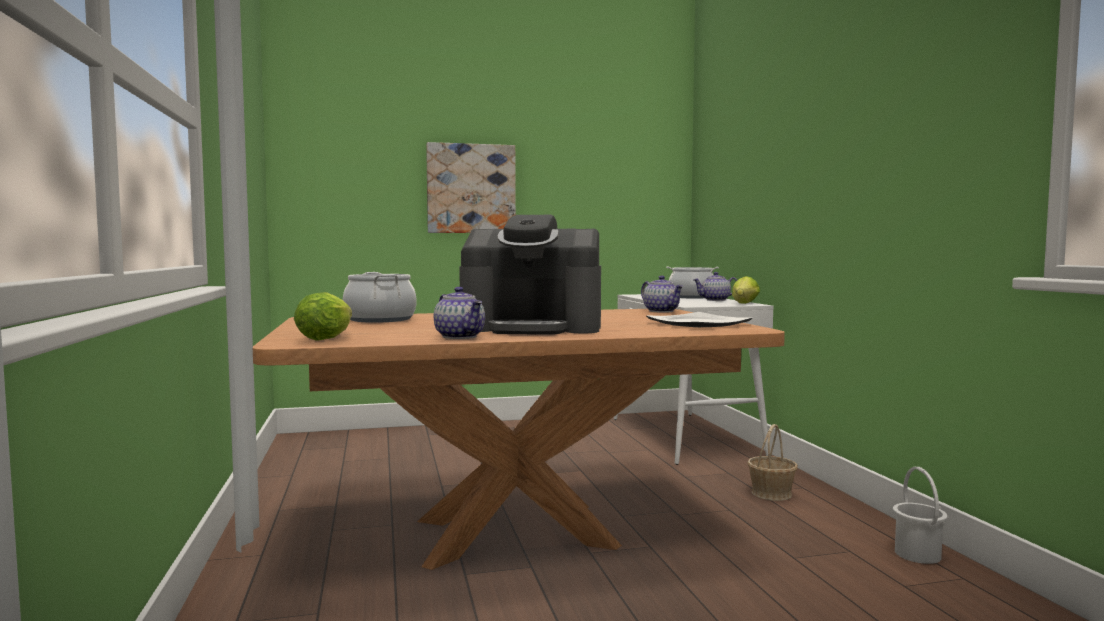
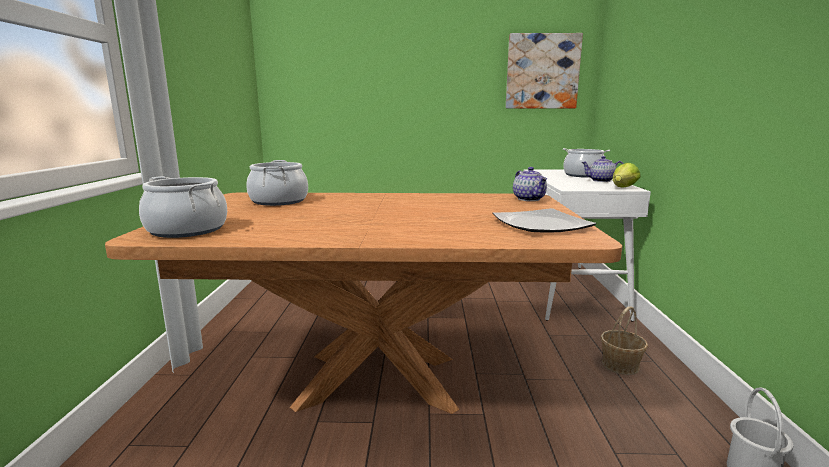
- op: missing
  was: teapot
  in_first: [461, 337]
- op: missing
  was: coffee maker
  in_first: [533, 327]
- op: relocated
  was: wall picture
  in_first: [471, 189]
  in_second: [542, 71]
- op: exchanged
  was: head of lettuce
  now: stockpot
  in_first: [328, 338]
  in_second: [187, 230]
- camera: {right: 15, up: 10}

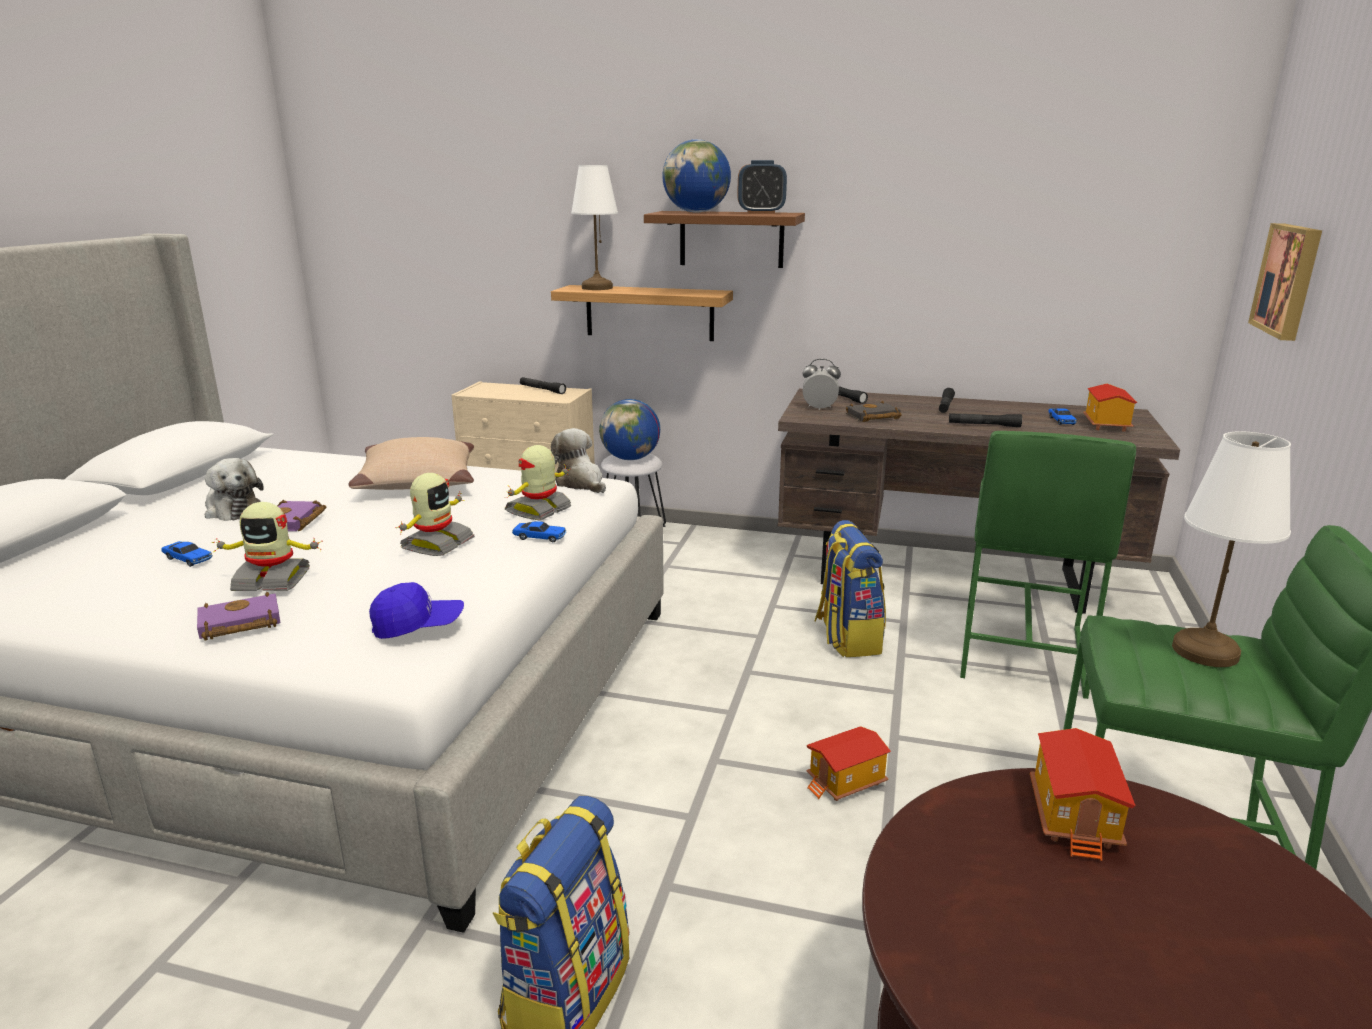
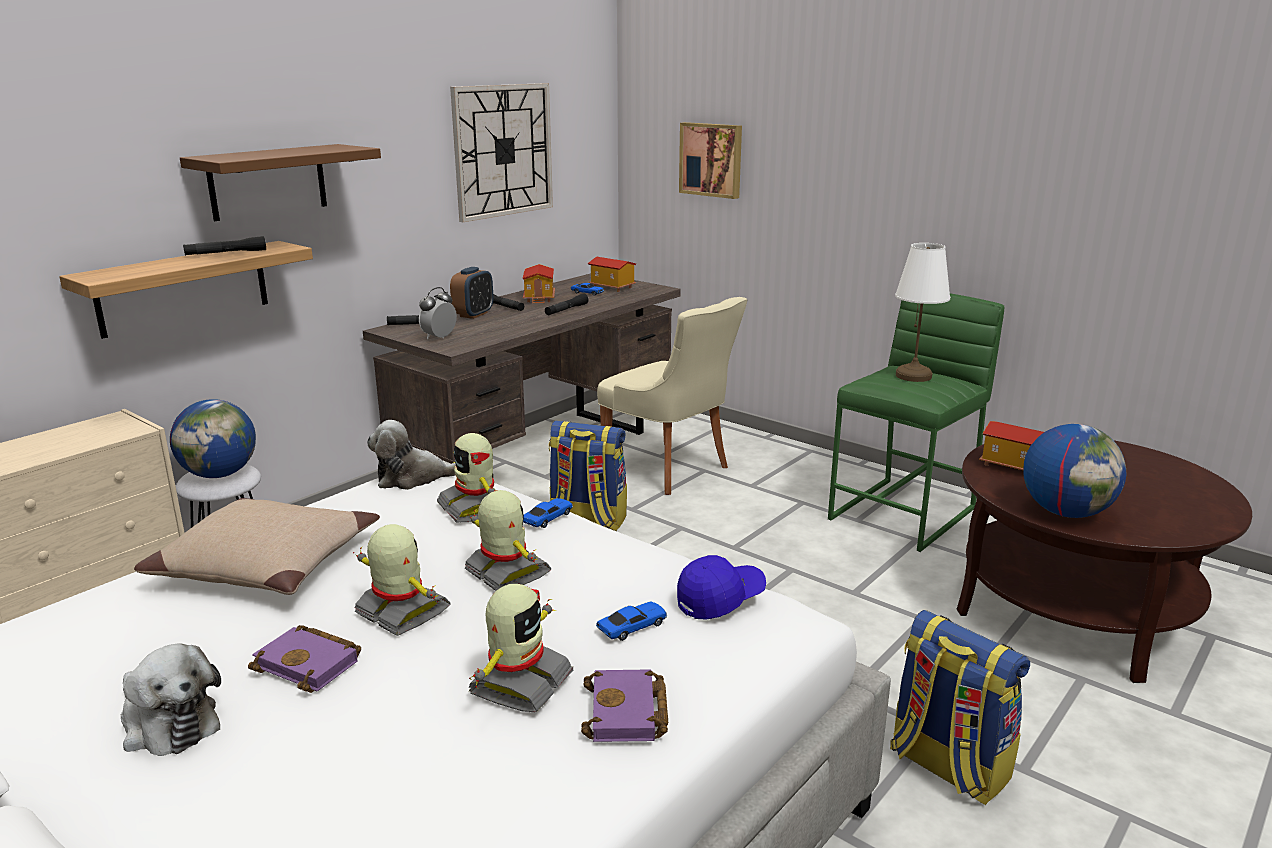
- op: missing
  was: white-coloured lamp for a table
  in_first: [596, 288]
- op: missing
  was: black-coloured volume
  in_first: [872, 417]
- op: appeared
  now: robot figure
  in_second: [401, 613]
- op: appeared
  now: hanging clock
  in_second: [503, 150]
- op: relocated
  was: model car
  in_first: [188, 559]
  in_second: [632, 627]
- op: relocated
  was: black-coloured torch
  in_first: [542, 390]
  in_second: [226, 253]
- op: relocated
  was: world globe
  in_first: [696, 212]
  in_second: [1066, 512]
- op: relocated
  was: bedside clock
  in_first: [761, 213]
  in_second: [473, 314]
- op: relocated
  was: miniature house
  in_first: [846, 783]
  in_second: [540, 298]
- op: exchanged
  was: green stool seat
  now: sand-coloured plain chair
  in_first: [1020, 652]
  in_second: [670, 470]
- op: spun
  was: cuddly toy
  in_first: [232, 510]
  in_second: [168, 723]
  clockwise: 60
- op: spun
  was: blue-coloured peaked cap
  in_first: [418, 626]
  in_second: [720, 600]
  clockwise: 45
- camera: {right: -65, up: 0}

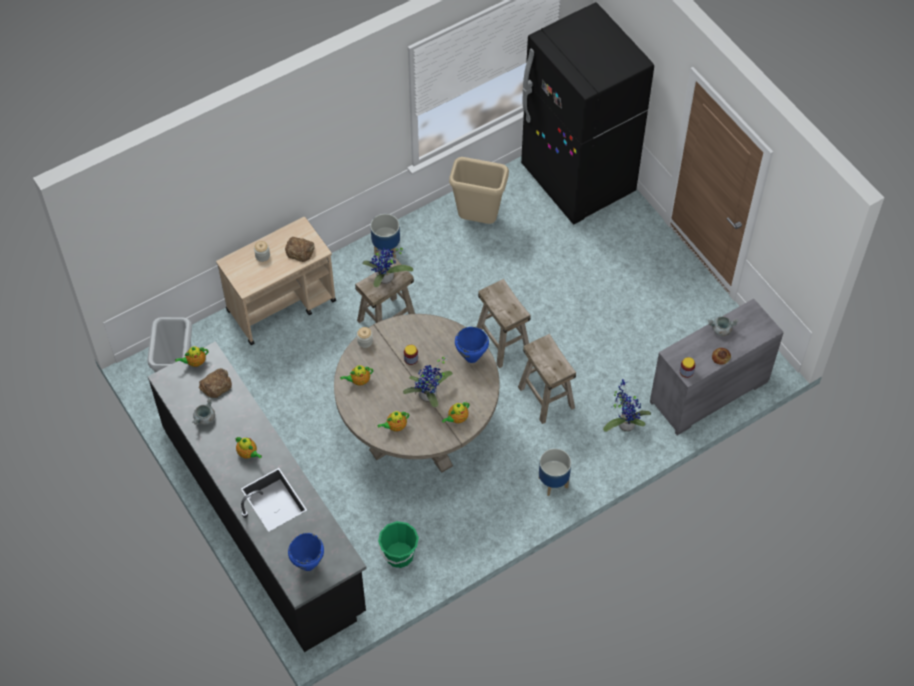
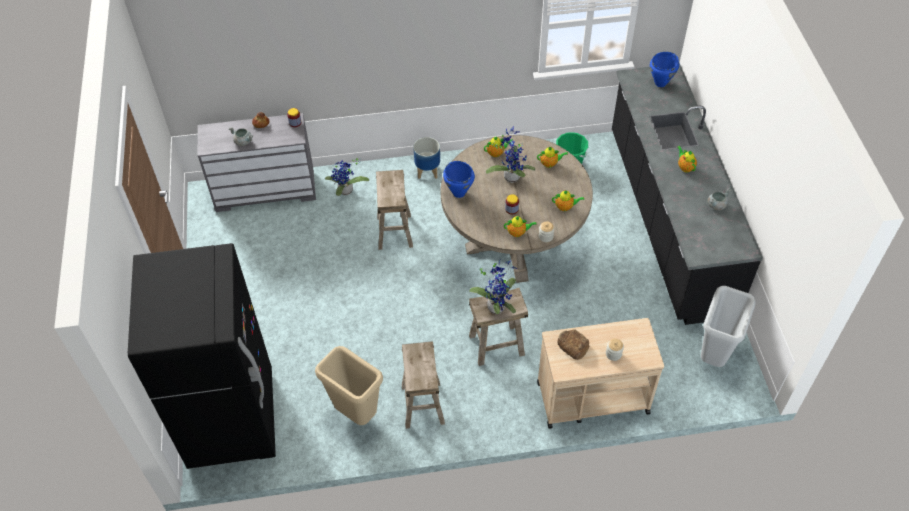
- op: missing
  was: bakery bread
  in_first: [216, 385]
- op: missing
  was: flower pot
  in_first: [386, 248]
- op: relocated
  was: teapot
  in_first: [195, 362]
  in_second: [518, 232]
- op: relocated
  was: sand-coloured stool seat
  in_first: [503, 342]
  in_second: [422, 404]
- camera: {right: -155, up: -5}

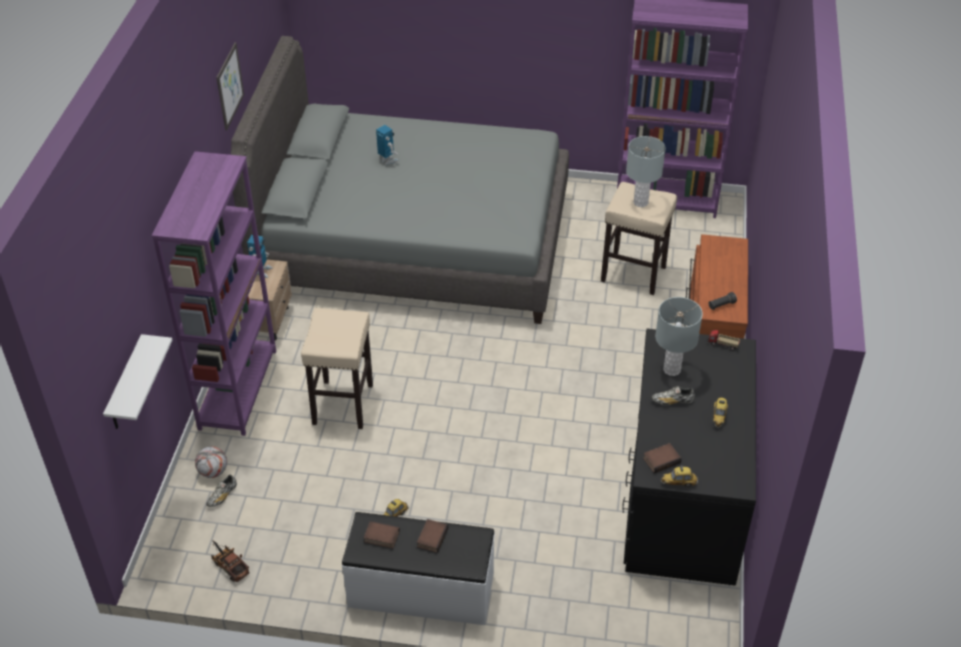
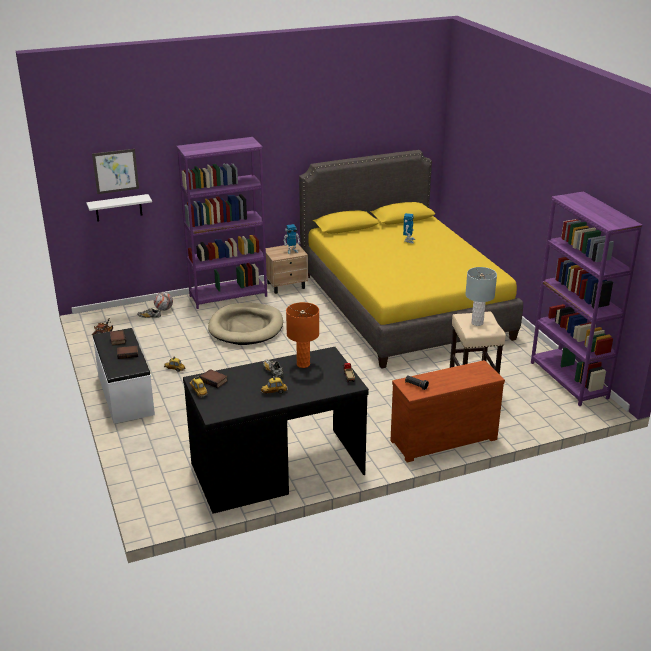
- op: relocated
  was: wall picture
  in_first: [230, 86]
  in_second: [115, 171]
- op: exchanged
  was: sand-coloured stool seat
  now: sand-coloured dog cushion
  in_first: [343, 403]
  in_second: [246, 327]
- op: colour
  was: greyish bedroom bed
  now: yellowish bedroom bed
  in_first: [414, 243]
  in_second: [402, 306]
- op: colour
  was: greyish lamp for a table
  now: orangey lamp for a table
  in_first: [672, 369]
  in_second: [303, 364]
- camera: {right: 60, up: -15}

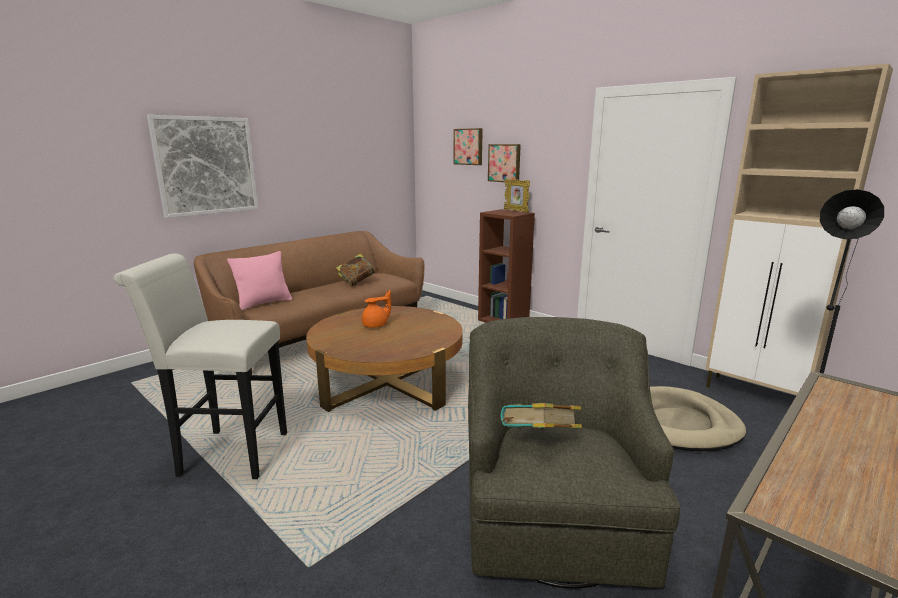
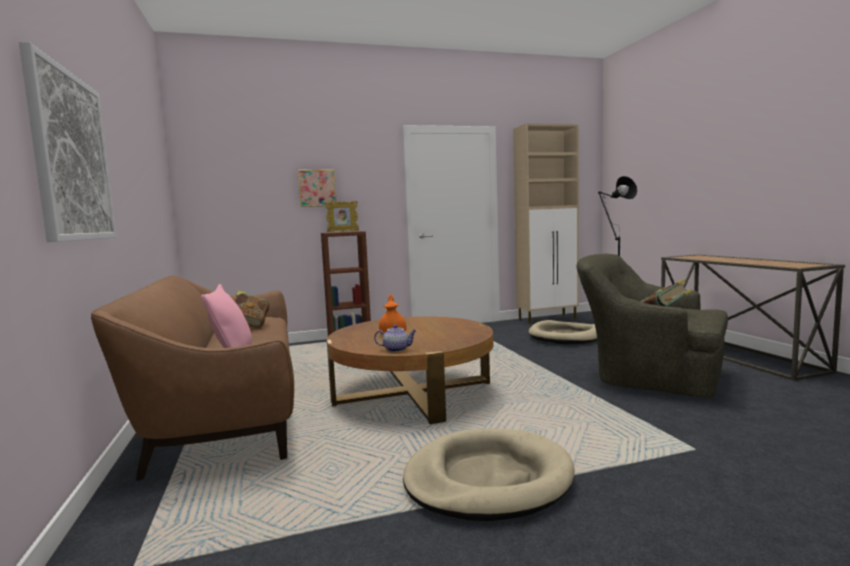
- op: missing
  was: wall picture
  in_first: [469, 146]
- op: appeared
  now: teapot
  in_second: [396, 349]
- op: exchanged
  was: white-coloured stool seat
  now: sand-coloured dog cushion
  in_first: [226, 453]
  in_second: [487, 479]
- camera: {right: -60, up: -10}

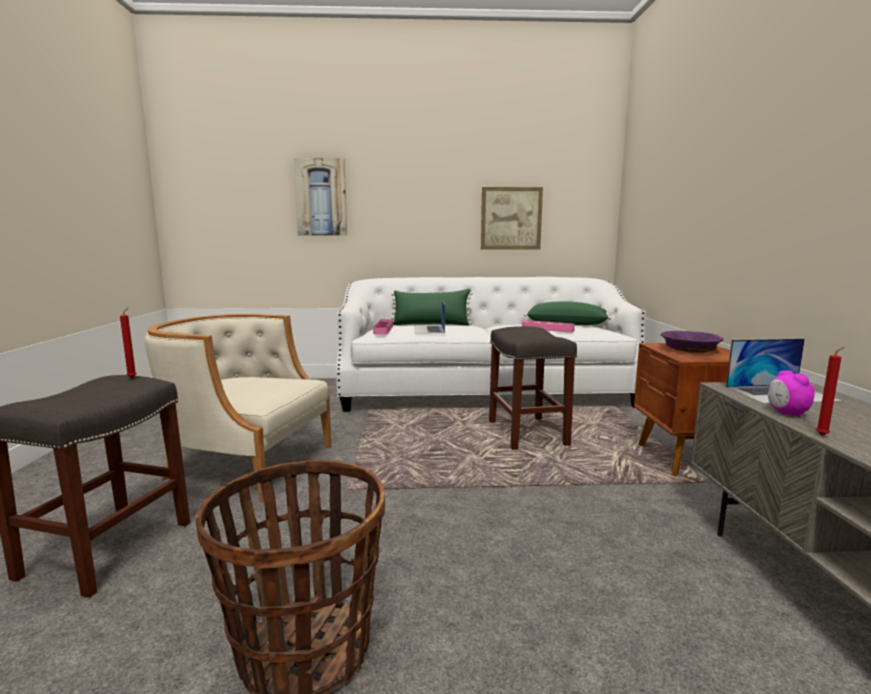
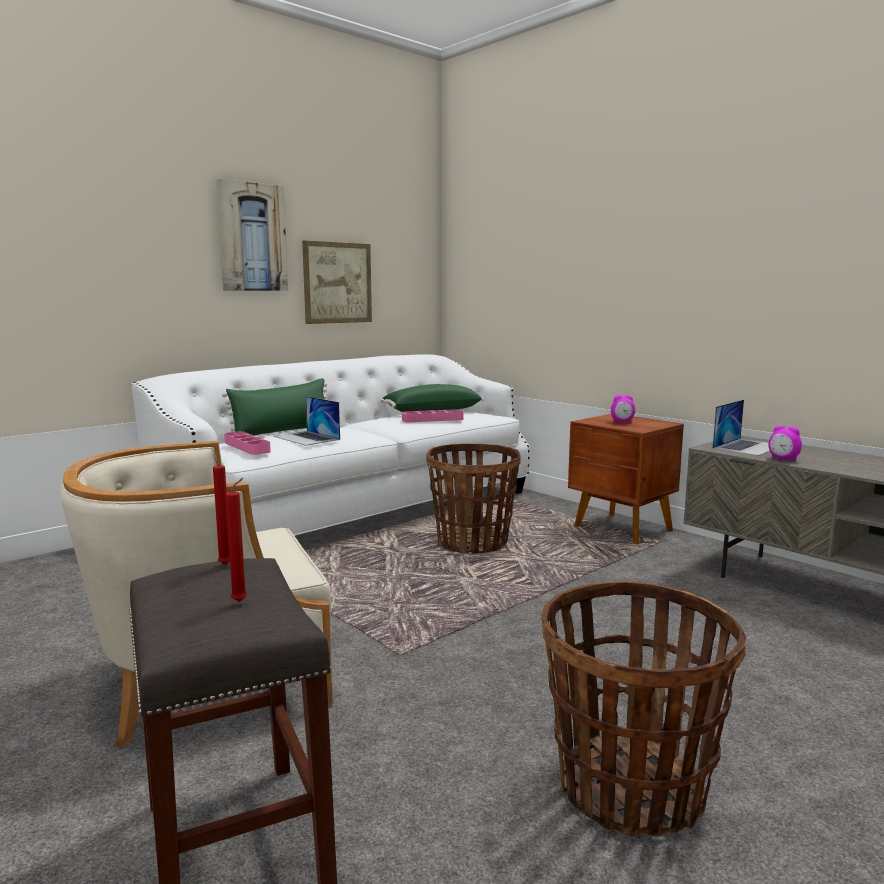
- op: relocated
  was: wall picture
  in_first: [321, 197]
  in_second: [252, 237]
- op: relocated
  was: reddish wax candle
  in_first: [823, 435]
  in_second: [241, 601]
- op: exchanged
  was: greyish stool seat
  now: household basket
  in_first: [528, 434]
  in_second: [472, 543]
- op: exchanged
  was: purplish serving bowl
  now: bedside clock
  in_first: [690, 350]
  in_second: [622, 422]
- camera: {right: -40, up: 0}

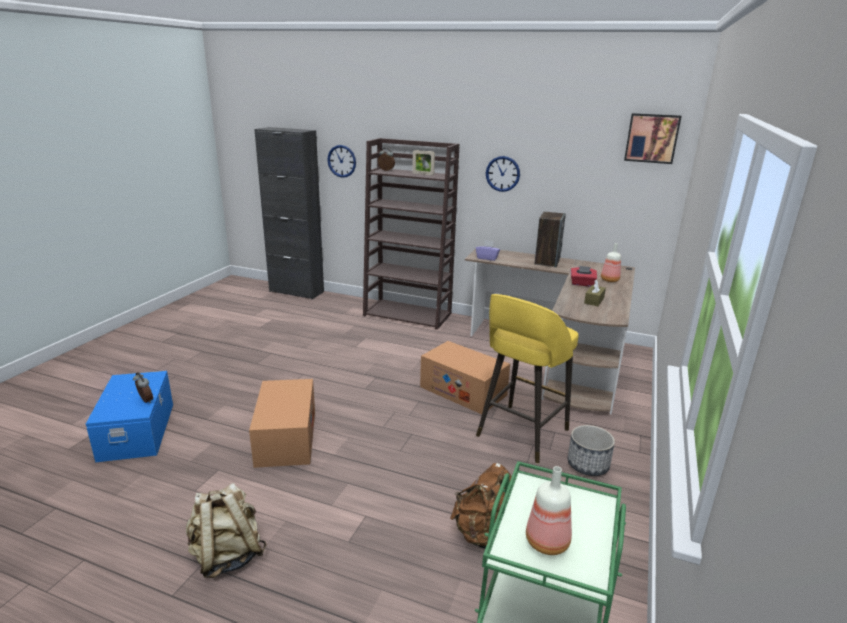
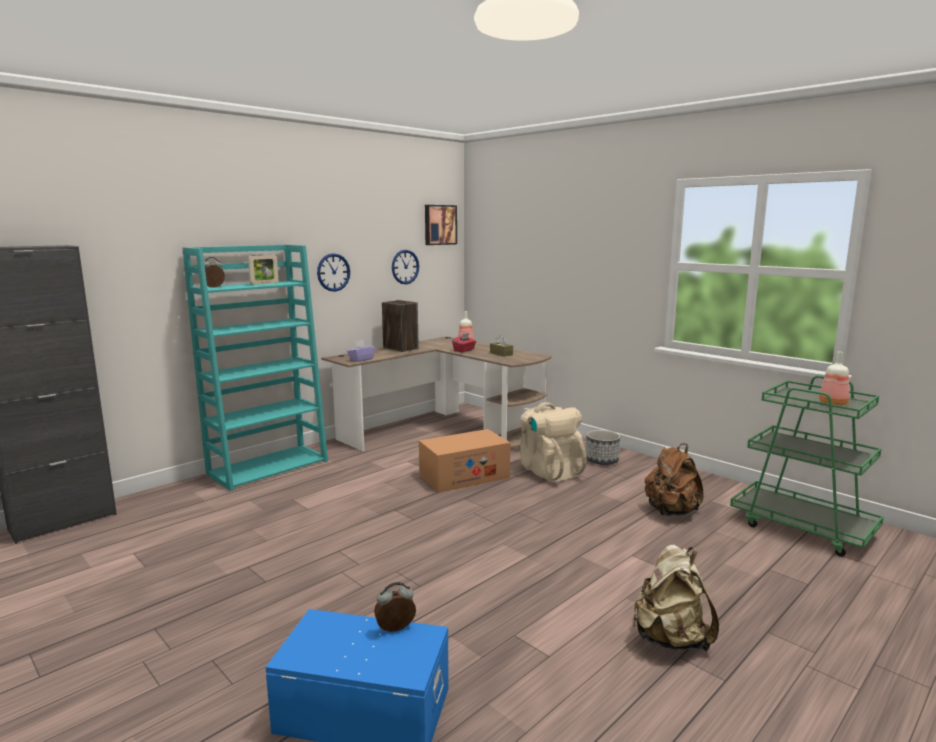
- op: missing
  was: packing box
  in_first: [286, 437]
- op: relocated
  was: hanging clock
  in_first: [342, 161]
  in_second: [405, 267]
- op: exchanged
  was: yellowish stool seat
  now: sand-coloured backpack
  in_first: [520, 434]
  in_second: [549, 471]
- op: colour
  was: brownish bookshelf
  now: turquoise bookshelf
  in_first: [408, 314]
  in_second: [269, 467]
- camera: {right: -65, up: -10}

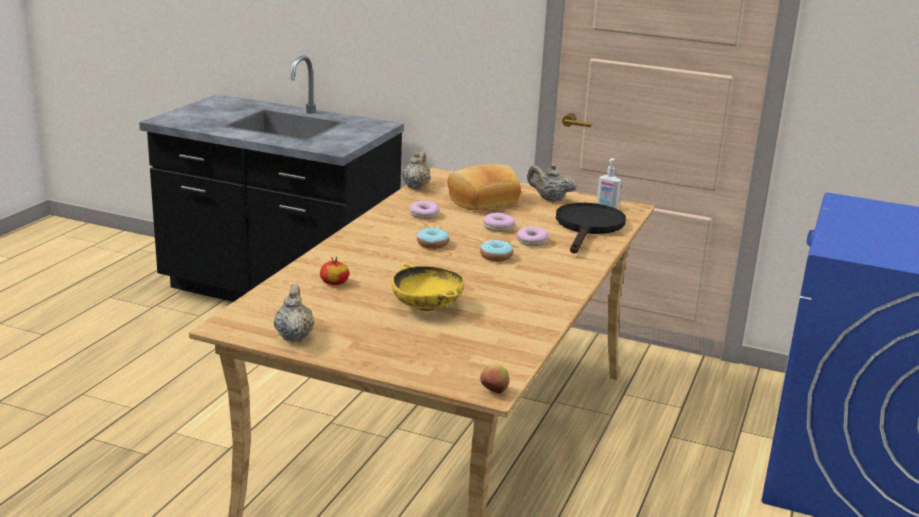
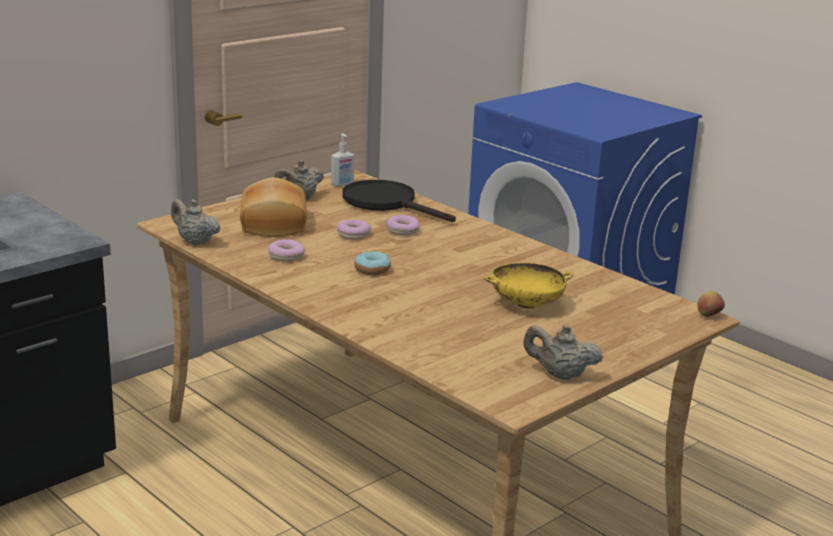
- op: missing
  was: apple
  in_first: [334, 283]
- op: missing
  was: ring doughnut
  in_first: [496, 256]
- camera: {right: -65, up: 0}

